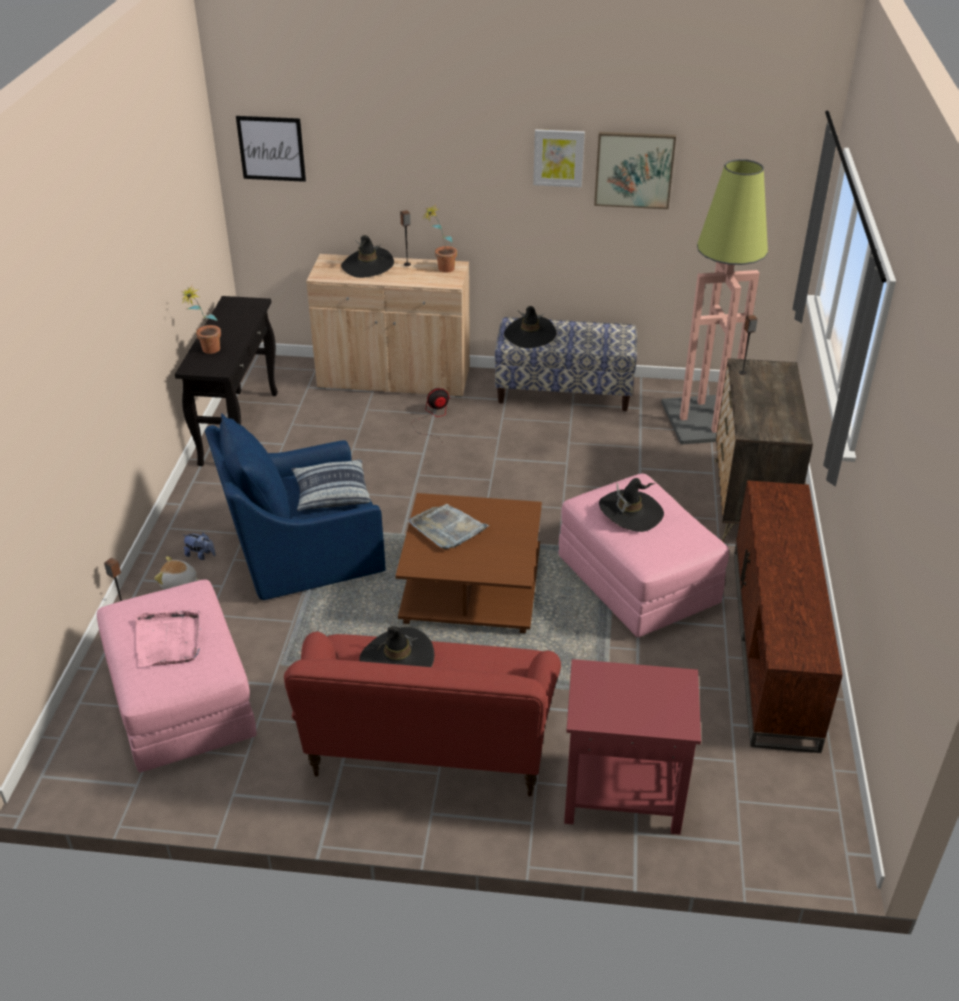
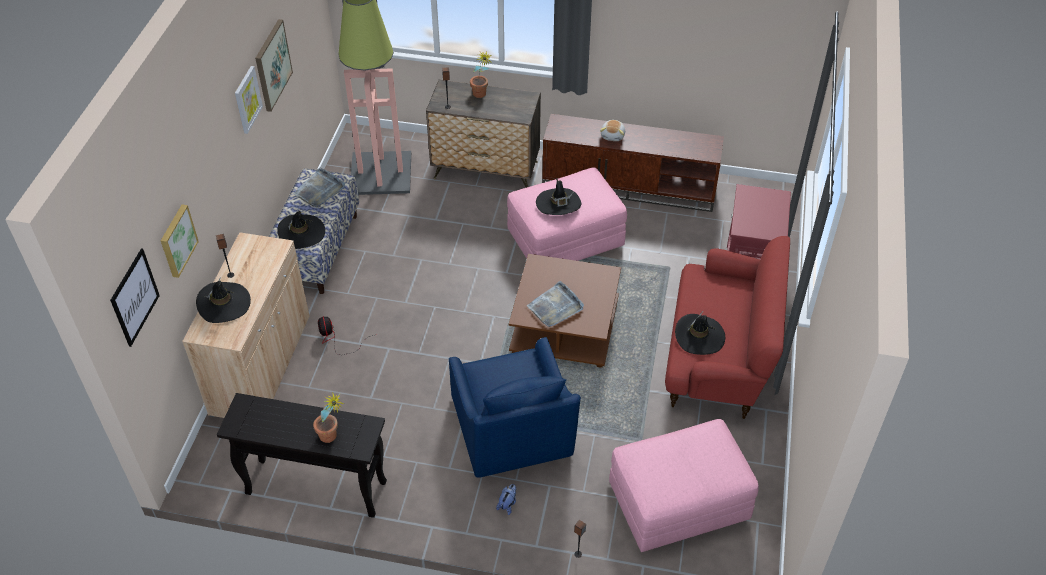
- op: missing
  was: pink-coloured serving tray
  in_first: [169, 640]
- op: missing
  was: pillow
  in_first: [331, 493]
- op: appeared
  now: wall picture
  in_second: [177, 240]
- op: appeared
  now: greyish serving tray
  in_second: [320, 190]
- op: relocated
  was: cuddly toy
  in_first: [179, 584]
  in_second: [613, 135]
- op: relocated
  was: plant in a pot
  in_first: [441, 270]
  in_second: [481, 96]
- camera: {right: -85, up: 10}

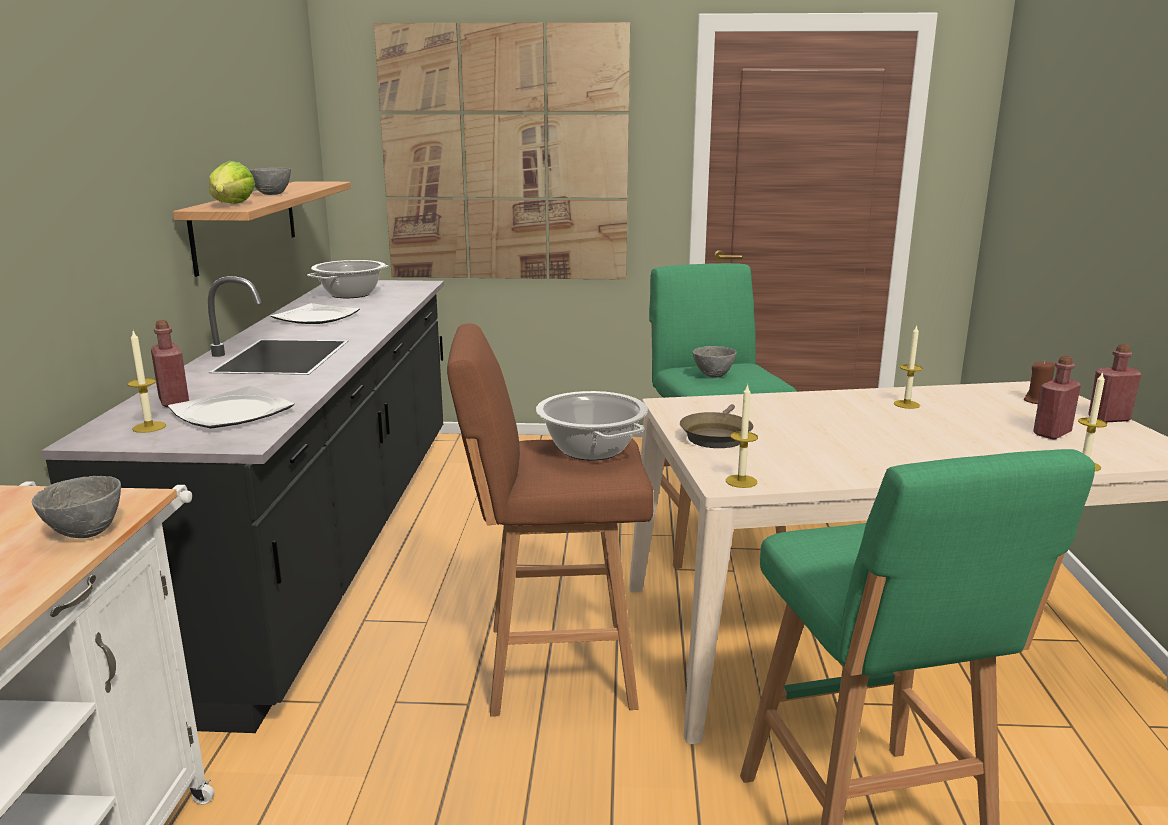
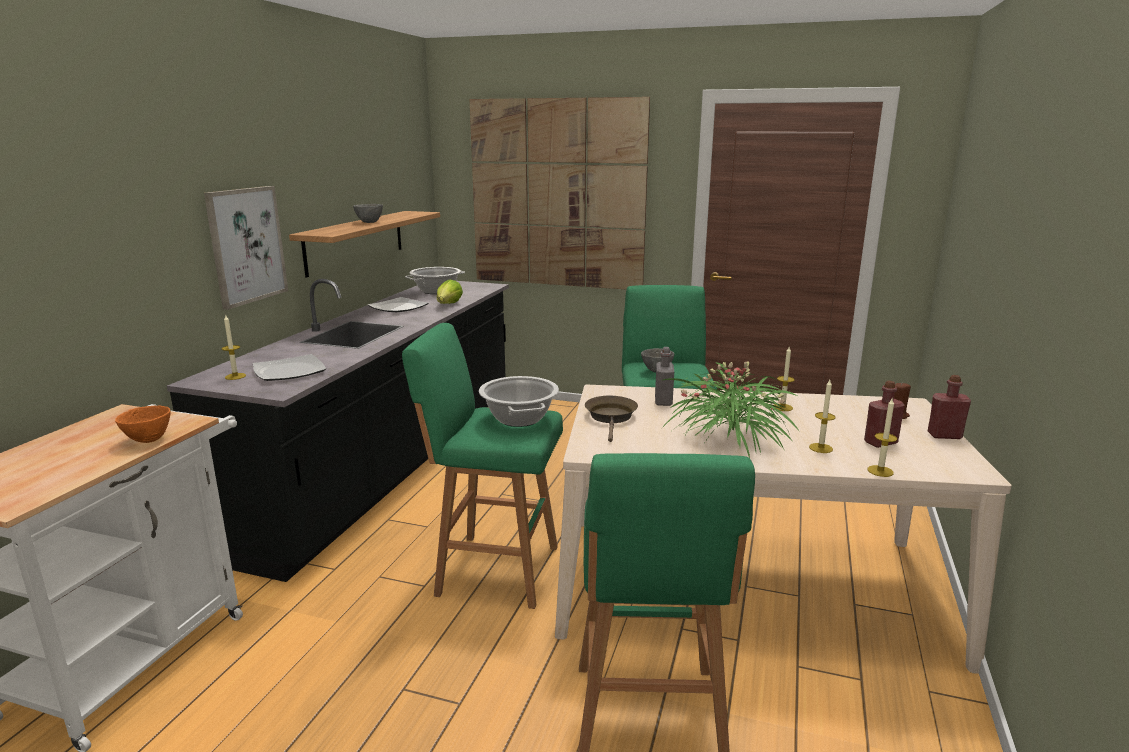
- op: missing
  was: reddish drink bottle
  in_first: [174, 401]
- op: appeared
  now: wall picture
  in_second: [246, 245]
- op: appeared
  now: greyish drink bottle
  in_second: [663, 401]
- op: appeared
  now: plant in a pot
  in_second: [730, 437]
- op: relocated
  was: head of lettuce
  in_first: [232, 205]
  in_second: [448, 305]
- op: relocated
  was: wax candle
  in_first: [741, 481]
  in_second: [820, 448]
- op: colour
  was: greyish serving bowl
  now: orangey serving bowl
  in_first: [87, 533]
  in_second: [149, 440]
- op: colour
  was: brownish stool seat
  now: green stool seat
  in_first: [553, 666]
  in_second: [493, 569]
- op: spun
  was: brownish skillet
  in_first: [716, 436]
  in_second: [611, 418]
  clockwise: 150
- camera: {right: 15, up: 0}

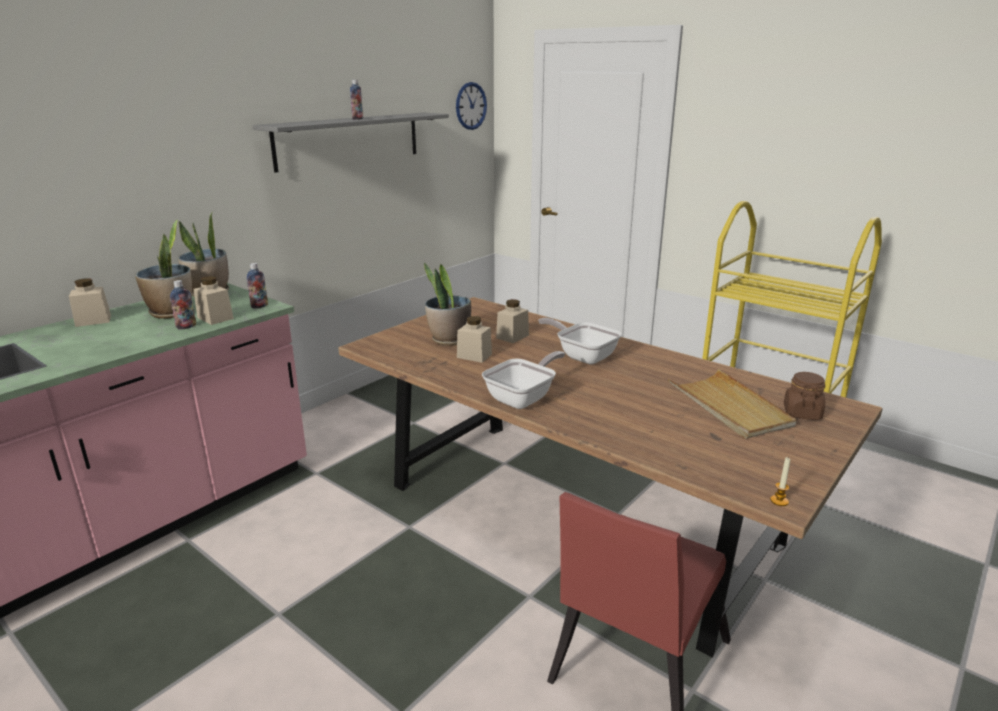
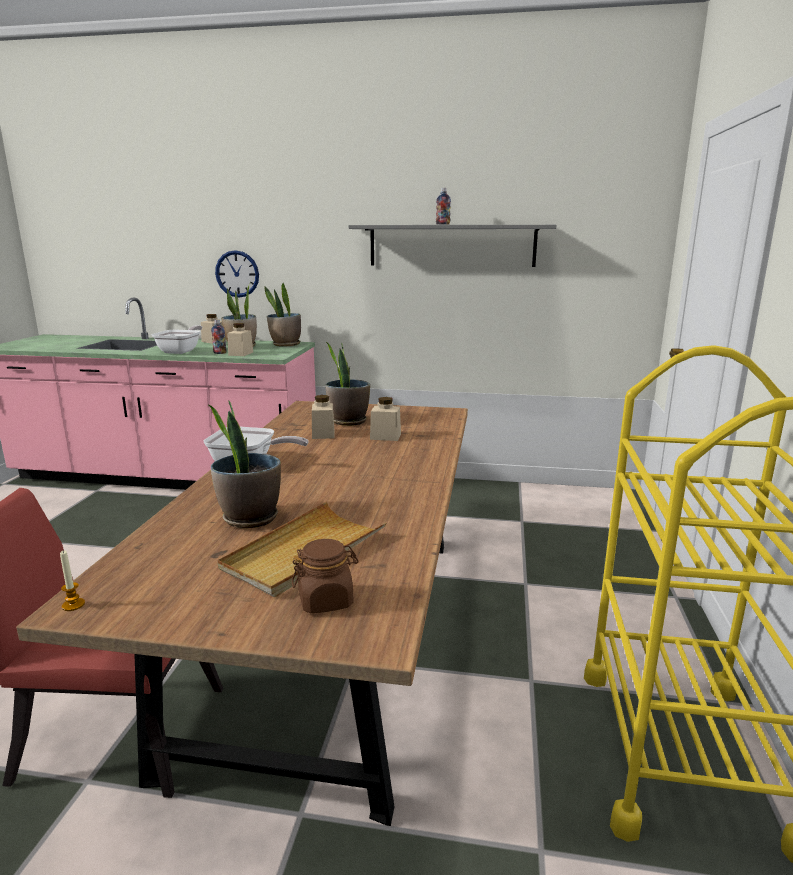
- op: missing
  was: drink bottle
  in_first: [259, 306]
- op: appeared
  now: plant in a pot
  in_second: [249, 518]
- op: relocated
  was: hanging clock
  in_first: [471, 106]
  in_second: [237, 274]
- op: relocated
  was: skillet
  in_first: [582, 356]
  in_second: [181, 351]
- camera: {right: 60, up: -5}

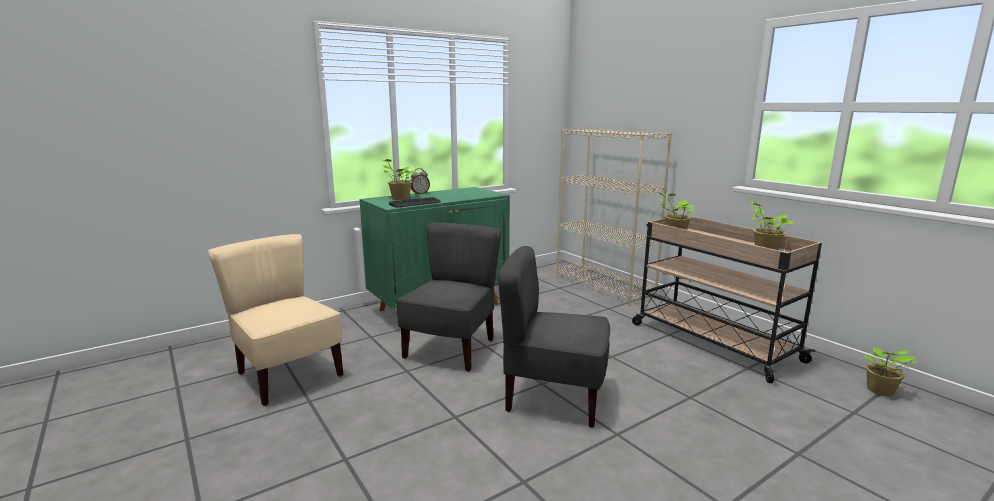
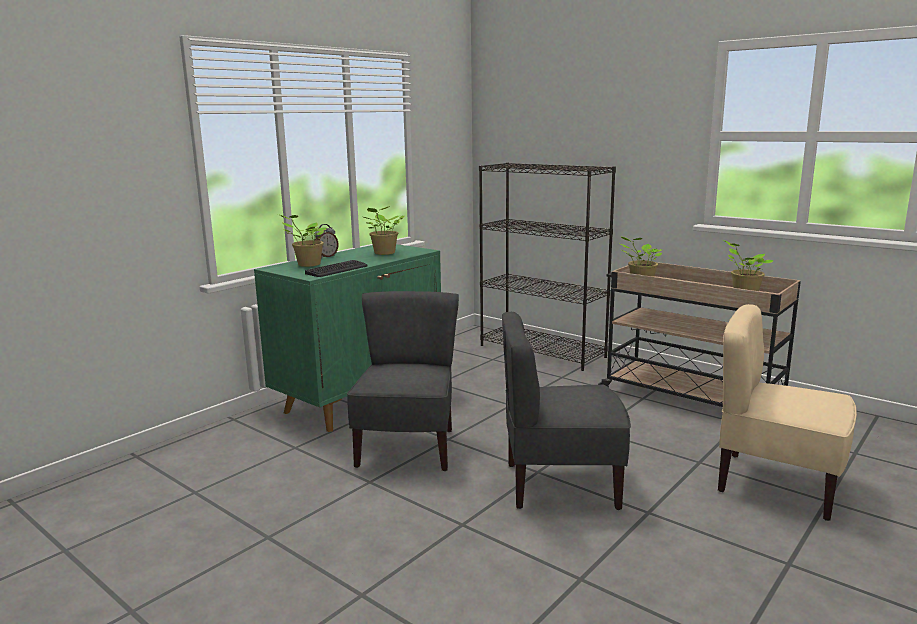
- op: relocated
  was: sand-coloured plain chair
  in_first: [288, 375]
  in_second: [776, 484]
- op: relocated
  was: plant in a pot
  in_first: [880, 391]
  in_second: [384, 253]
- op: colour
  was: sand-coloured bookshelf
  now: black-coloured bookshelf
  in_first: [604, 286]
  in_second: [543, 351]
- camera: {right: -15, up: 0}

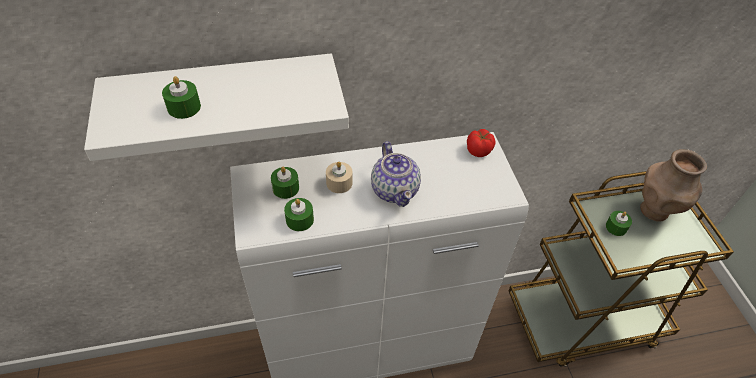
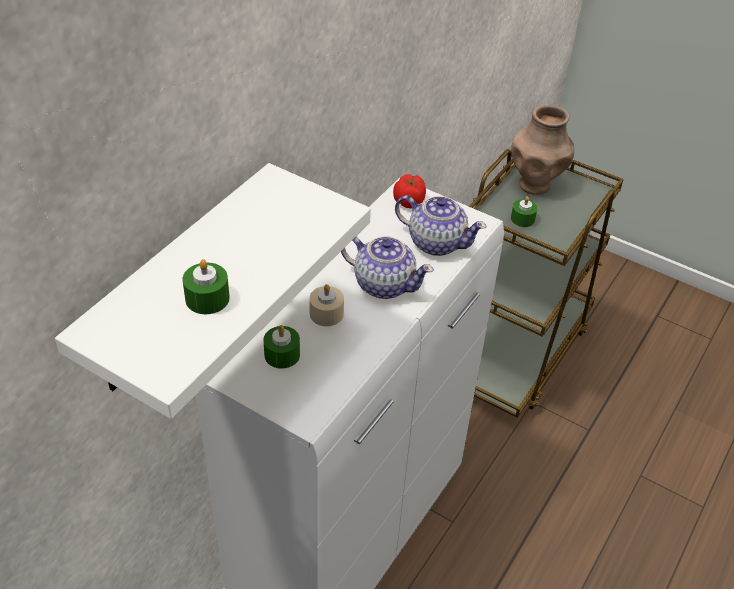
- op: missing
  was: green wax candle
  in_first: [299, 220]
- op: appeared
  now: teapot
  in_second: [436, 242]
- camera: {right: -45, up: -5}

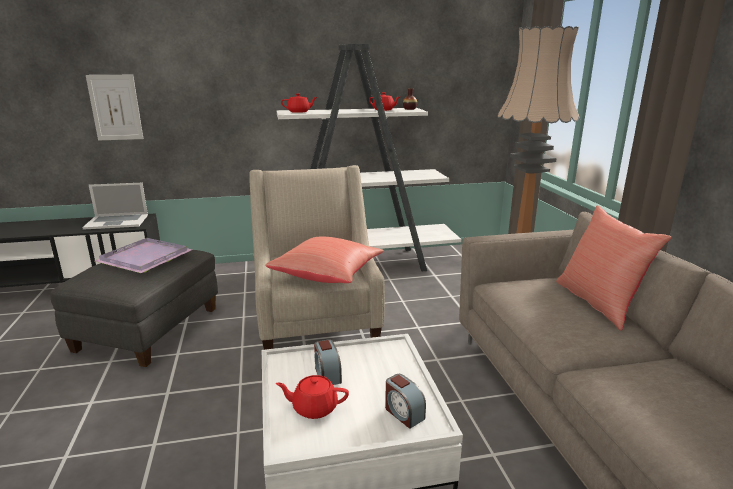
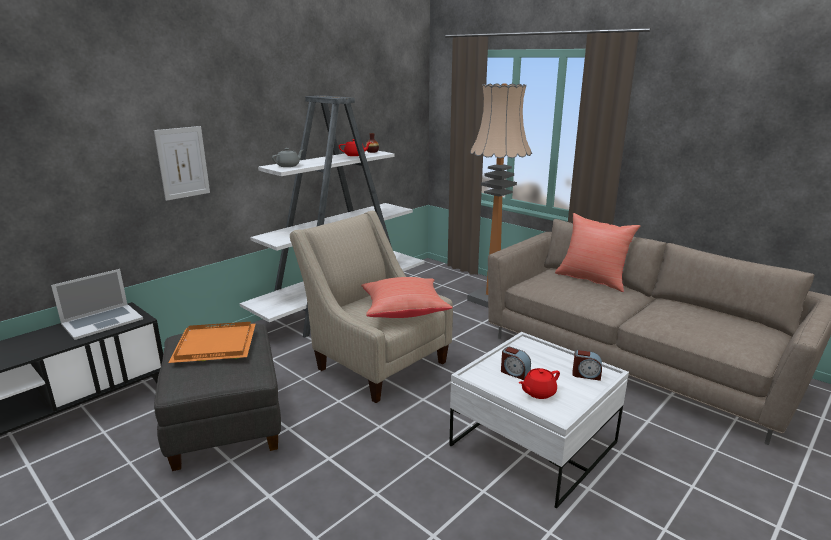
- op: relocated
  was: wall picture
  in_first: [115, 107]
  in_second: [182, 163]
- op: colour
  was: purplish serving tray
  now: orangey serving tray
  in_first: [145, 257]
  in_second: [214, 344]
- op: colour
  was: reddish teapot
  now: greyish teapot
  in_first: [299, 112]
  in_second: [288, 166]
- camera: {right: -35, up: 0}

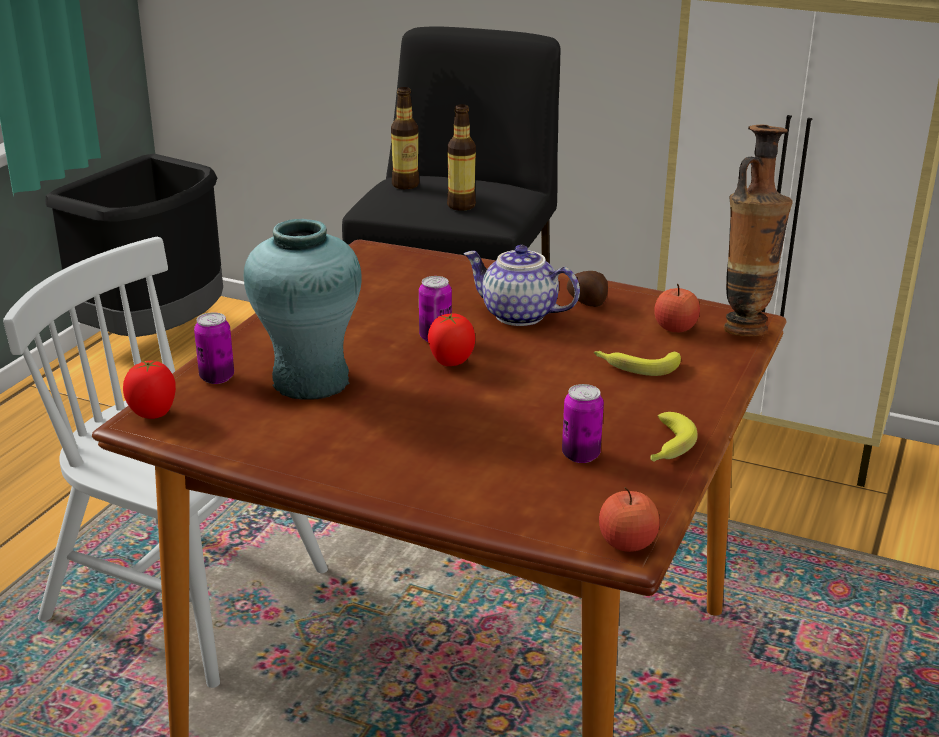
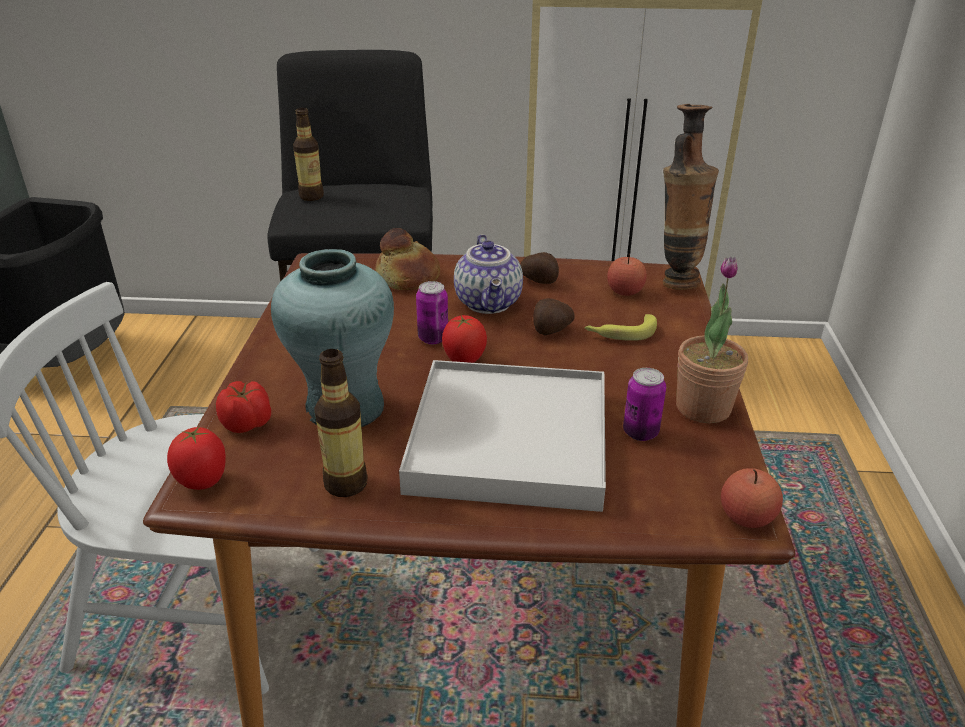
- op: appeared
  now: bakery bread
  in_second: [408, 277]
- op: appeared
  now: white-coloured serving tray
  in_second: [510, 440]
- op: appeared
  now: potato
  in_second: [550, 330]
- op: relocated
  was: drink bottle
  in_first: [461, 206]
  in_second: [346, 484]
- op: exchanged
  was: sealed can
  now: whole tomato
  in_first: [217, 377]
  in_second: [248, 424]
- op: exchanged
  was: whole banana
  now: plant in a pot
  in_first: [666, 447]
  in_second: [703, 408]
- op: spun
  was: teapot
  in_first: [517, 315]
  in_second: [490, 303]
  clockwise: -105
- camera: {right: -20, up: 5}

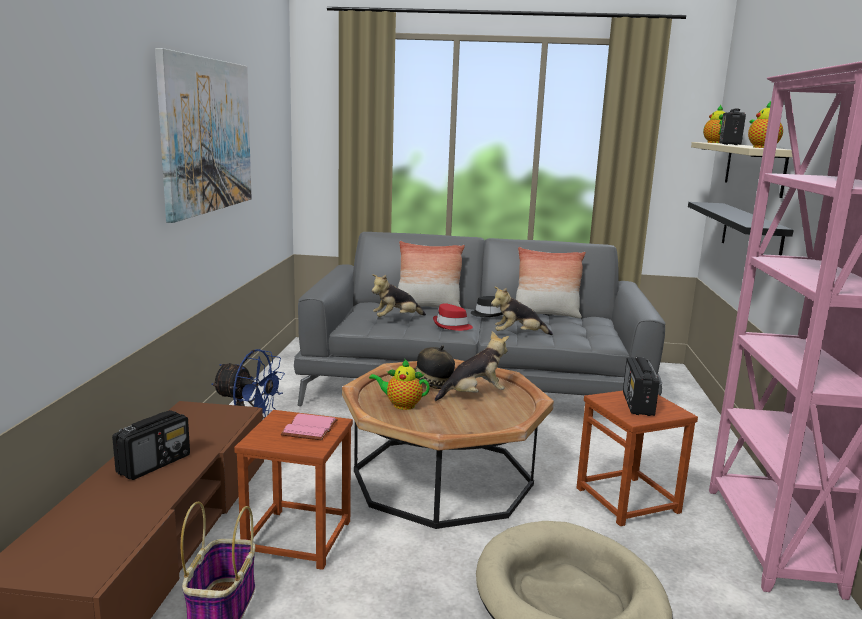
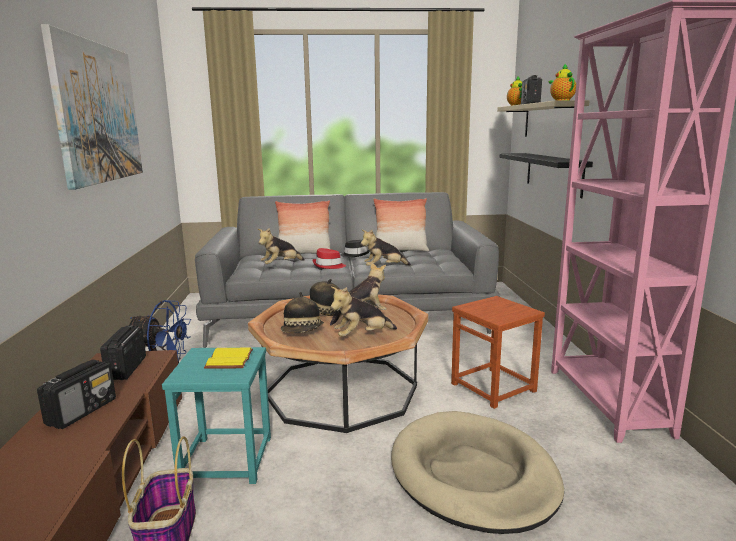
- op: appeared
  now: cuddly toy
  in_second: [362, 336]
- op: relocated
  was: radio set
  in_first: [638, 404]
  in_second: [126, 368]
- op: exchanged
  was: teapot
  now: clothing hat
  in_first: [401, 405]
  in_second: [303, 332]
- op: colour
  was: brownish stool seat
  now: turquoise stool seat
  in_first: [298, 538]
  in_second: [227, 459]
- op: colour
  was: pink-coloured volume
  now: yellowish volume
  in_first: [308, 428]
  in_second: [228, 359]
- camera: {right: -10, up: 0}

